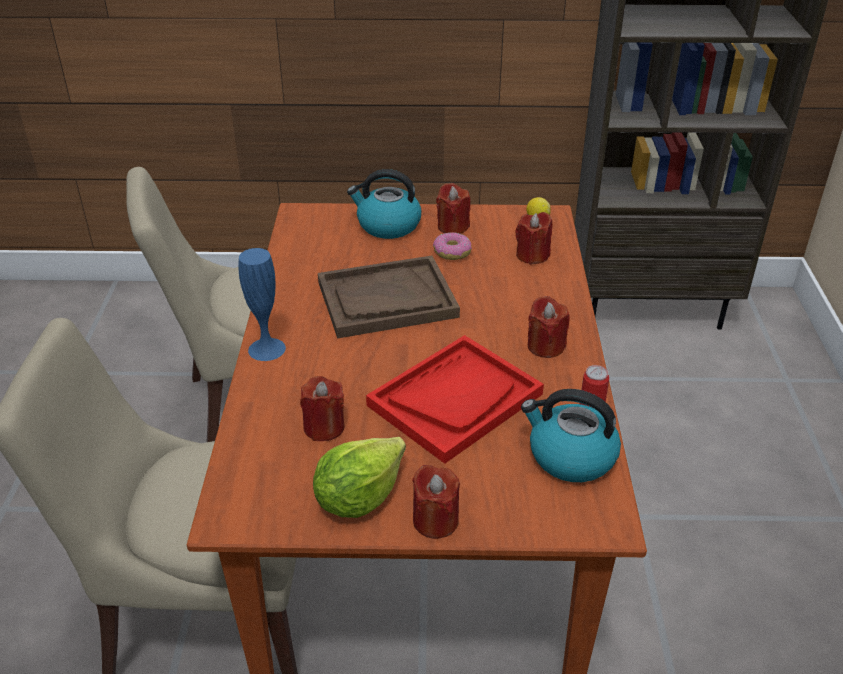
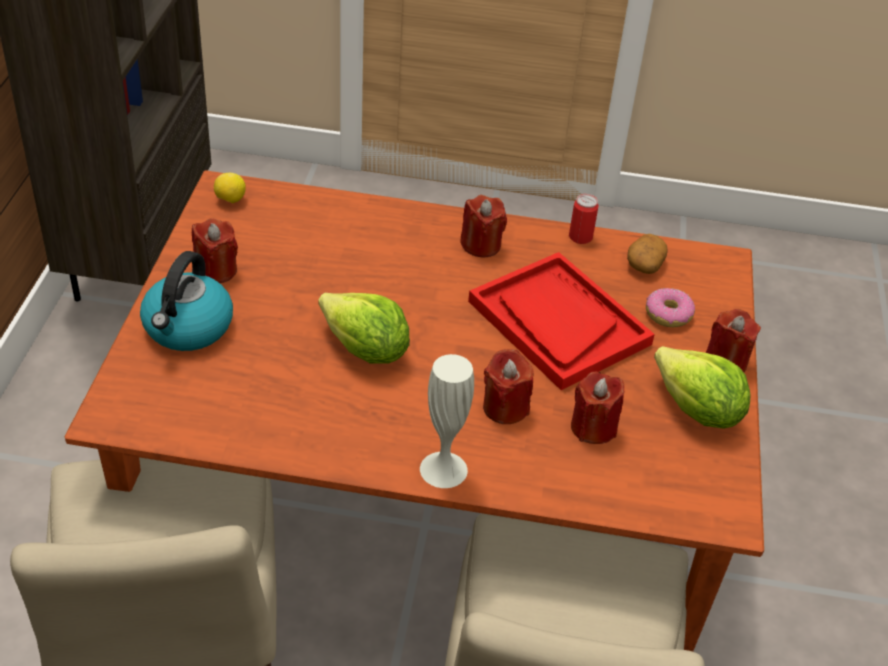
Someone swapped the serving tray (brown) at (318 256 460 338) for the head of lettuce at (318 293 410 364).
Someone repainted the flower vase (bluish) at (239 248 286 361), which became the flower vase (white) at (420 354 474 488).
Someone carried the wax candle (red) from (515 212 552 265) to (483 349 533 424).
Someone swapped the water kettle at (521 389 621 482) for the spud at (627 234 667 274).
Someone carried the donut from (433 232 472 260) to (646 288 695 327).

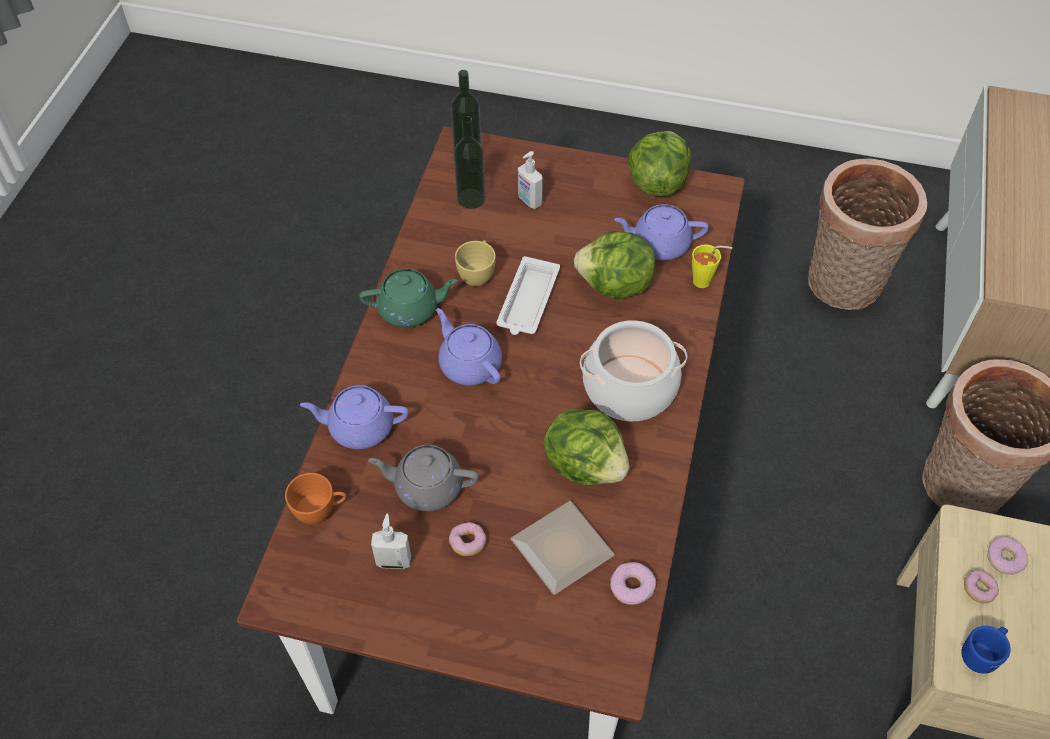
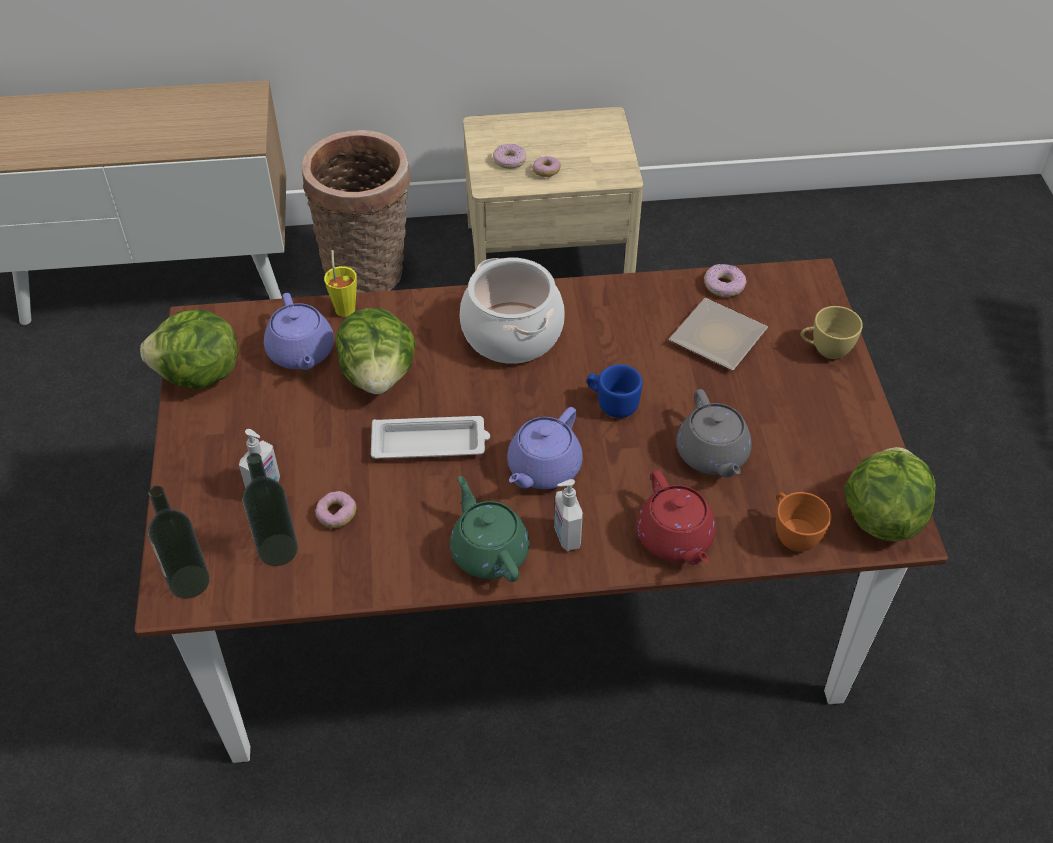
Someone carried the donut from (449 522 486 556) to (315 491 357 528).
Someone carried the soap dispenser from (371 513 411 569) to (554 479 583 551).
Someone carried the tea mug (bluish) from (961 626 1011 674) to (587 364 643 418).
Someone repainted the pot for tea (purple-coloured) at (300 385 409 449), which became the pot for tea (red) at (637 470 716 565).
Someone carried the cup (yellow) from (455 240 496 286) to (801 306 863 359).
Someone carried the head of lettuce from (543 409 630 485) to (844 447 936 542).
Someone took away the storage basket at (808 158 927 310).

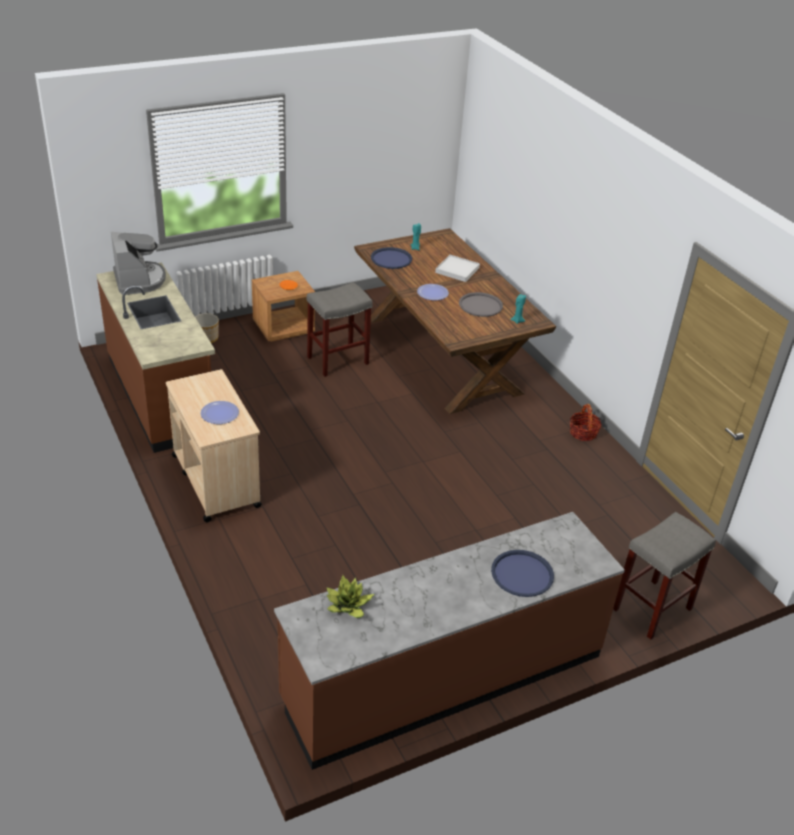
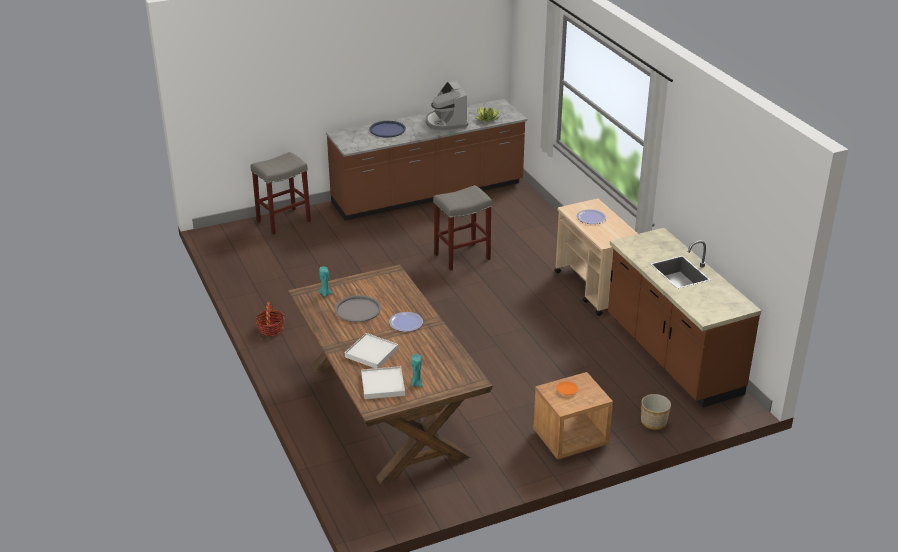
Someone put down the serving tray (white) at (361 366 405 399).
Someone carried the coffee machine from (111 232 166 295) to (426 81 468 132).
Someone carried the sitting stool (grey) from (307 282 373 377) to (433 185 492 271).
Someone took away the serving tray (bluish) at (371 247 412 269).

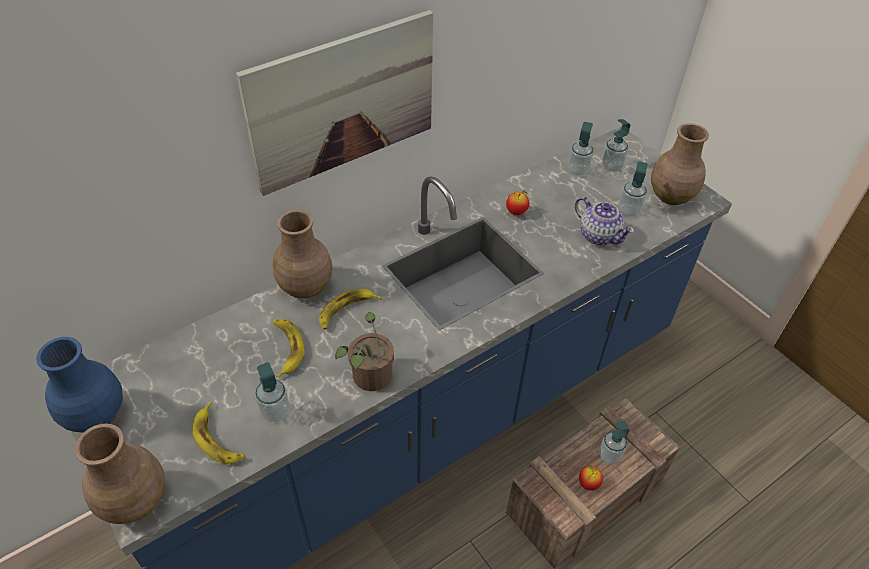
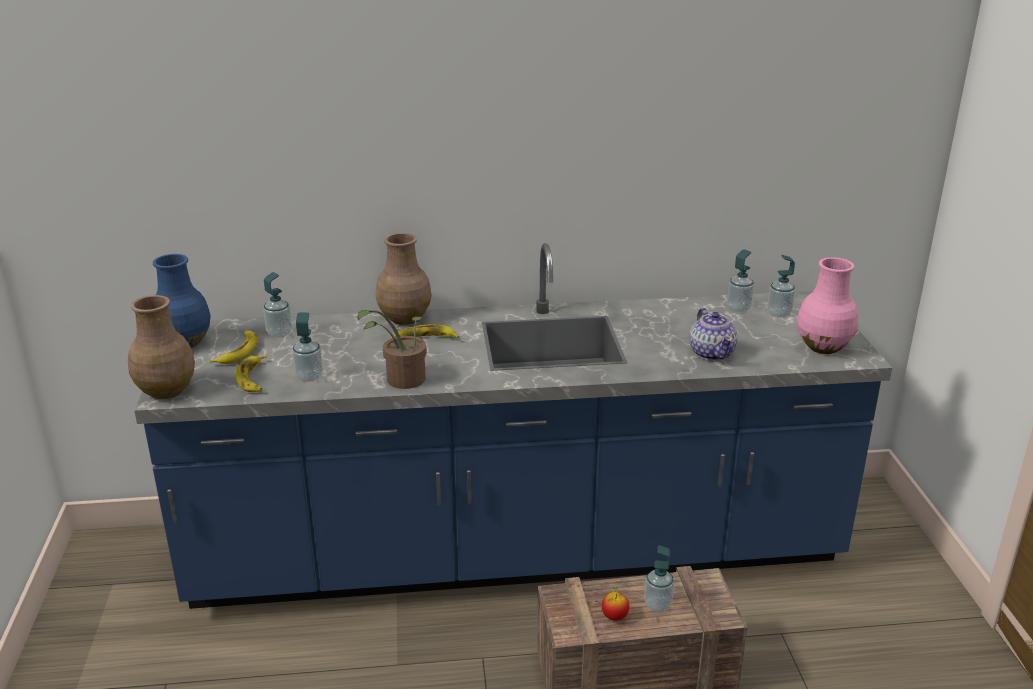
Someone carried the banana from (273 319 304 378) to (210 330 258 364).
Someone carried the soap dispenser from (619 162 648 217) to (264 272 292 338).
Someone repainted the flower vase (brown) at (651 123 709 205), which became the flower vase (pink) at (797 257 858 354).
Someone took away the wall art at (236 10 433 196).
Someone took away the apple at (506 190 529 215).

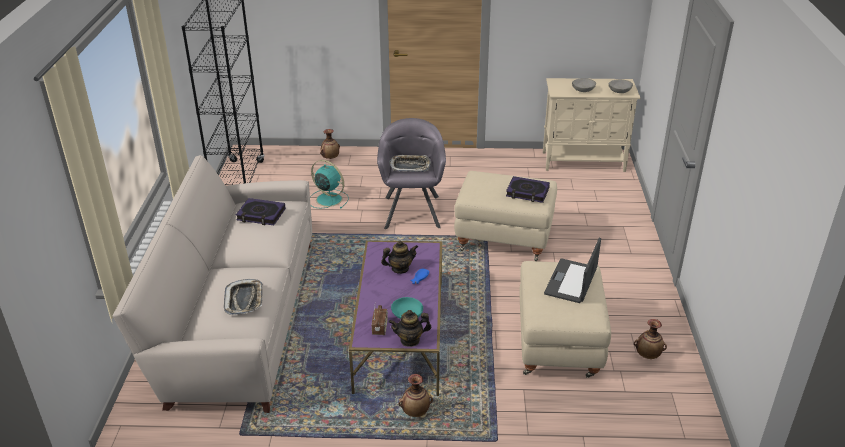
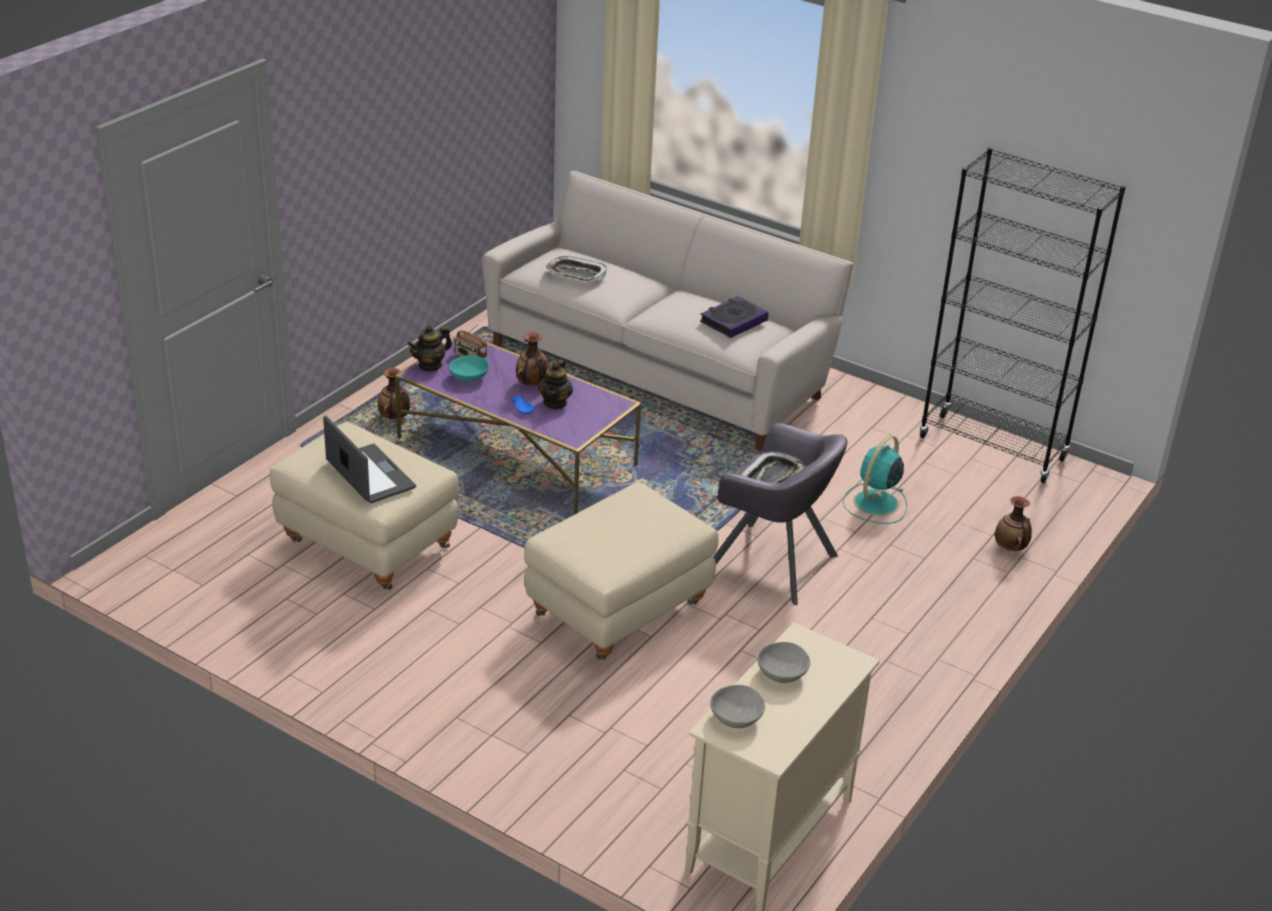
Someone rotated the pot for tea at (389 310 431 347) by 150 degrees counterclockwise.
Someone carried the flower vase from (634 319 667 359) to (516 332 550 386).
Someone rotated the cooling fan (turquoise-coloured) at (310 160 349 209) by 150 degrees clockwise.
Someone took away the book at (506 176 550 203).

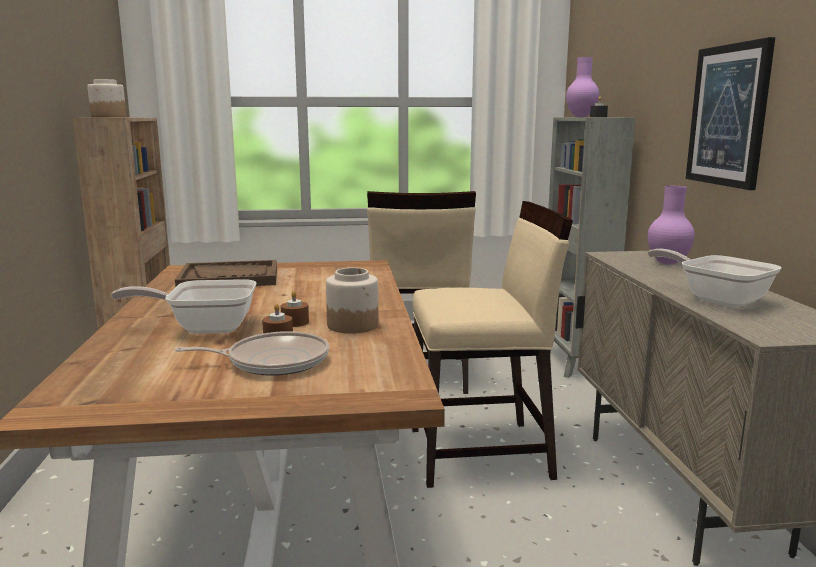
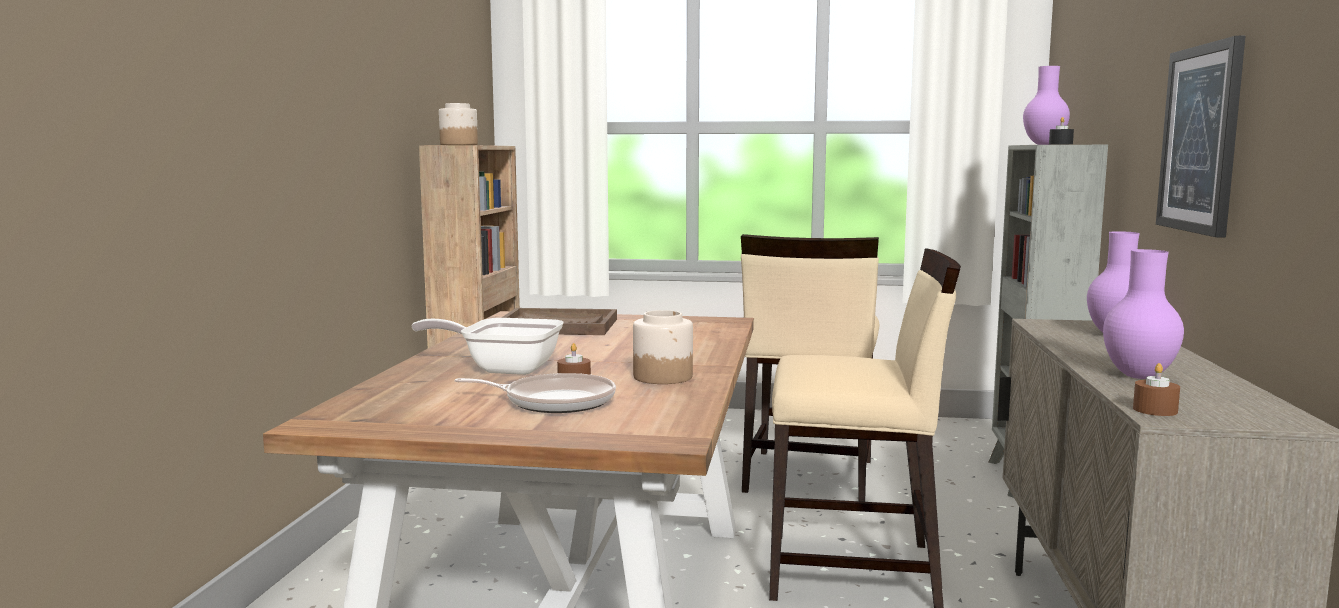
Someone swapped the pan at (648 249 781 308) for the flower vase (purple-coloured) at (1103 249 1184 379).
Someone carried the wax candle (brown) from (281 291 309 327) to (1133 363 1180 416).

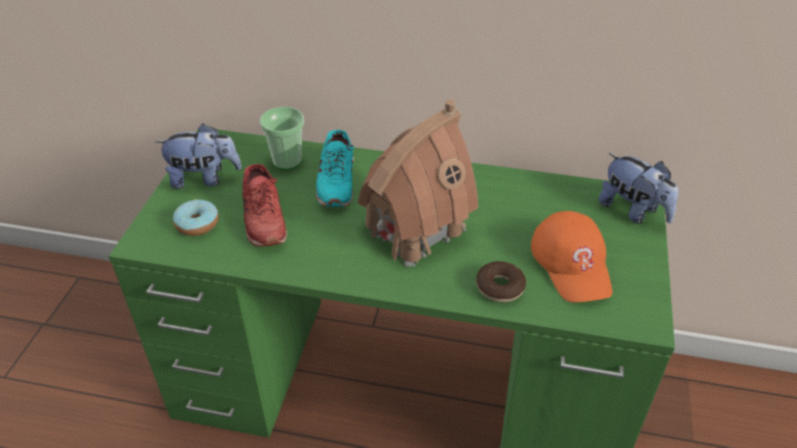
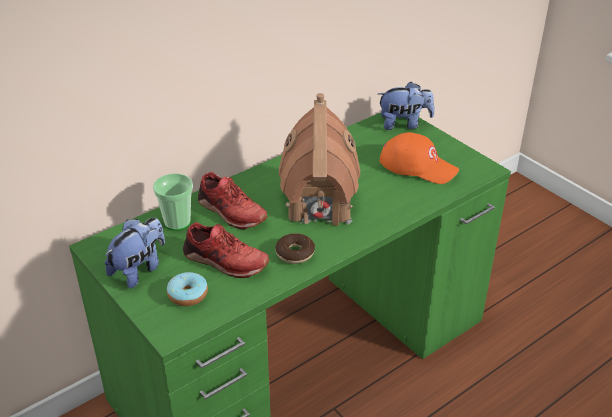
Someone repainted the low shoe (turquoise-coloured) at (316 130 354 207), which became the low shoe (red) at (198 172 268 230).
Someone carried the donut from (476 261 526 302) to (275 233 315 264).

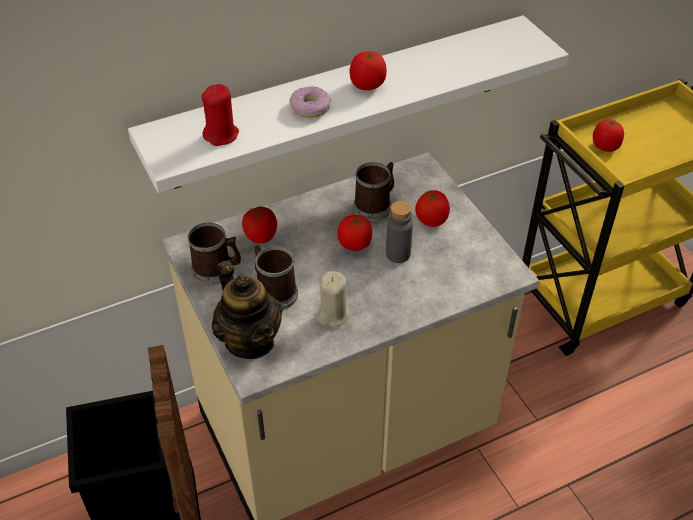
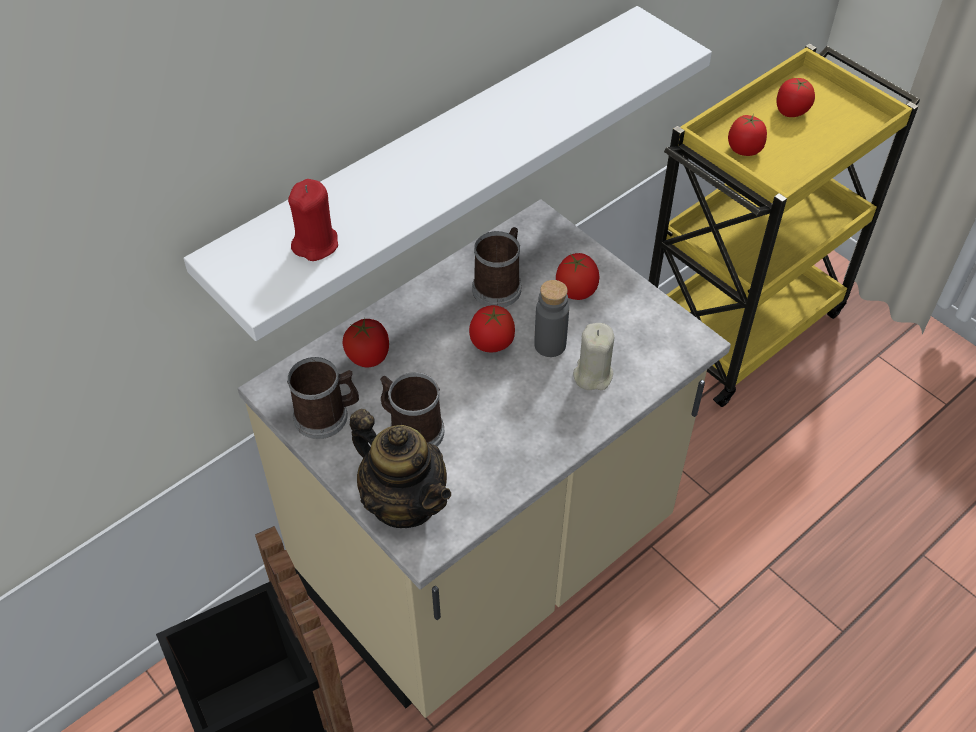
Someone carried the wax candle (beige) from (317 271 350 327) to (573 323 614 390).
Someone carried the tomato from (350 51 387 90) to (776 78 815 117).
Someone took away the donut at (289 86 331 118).

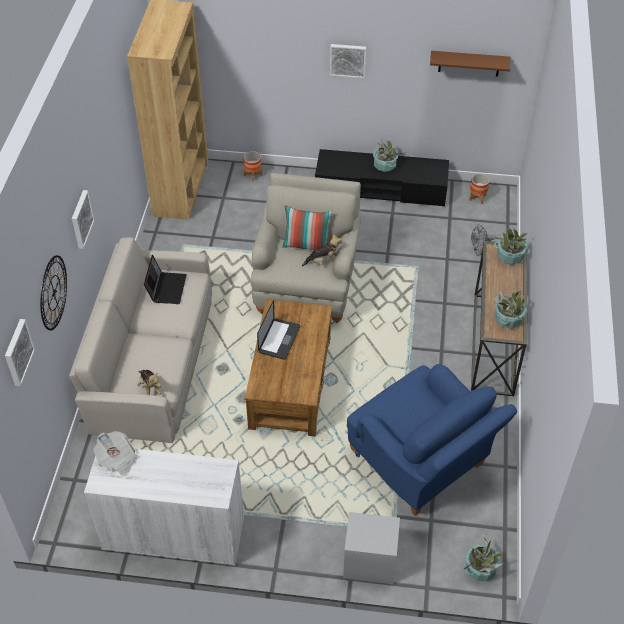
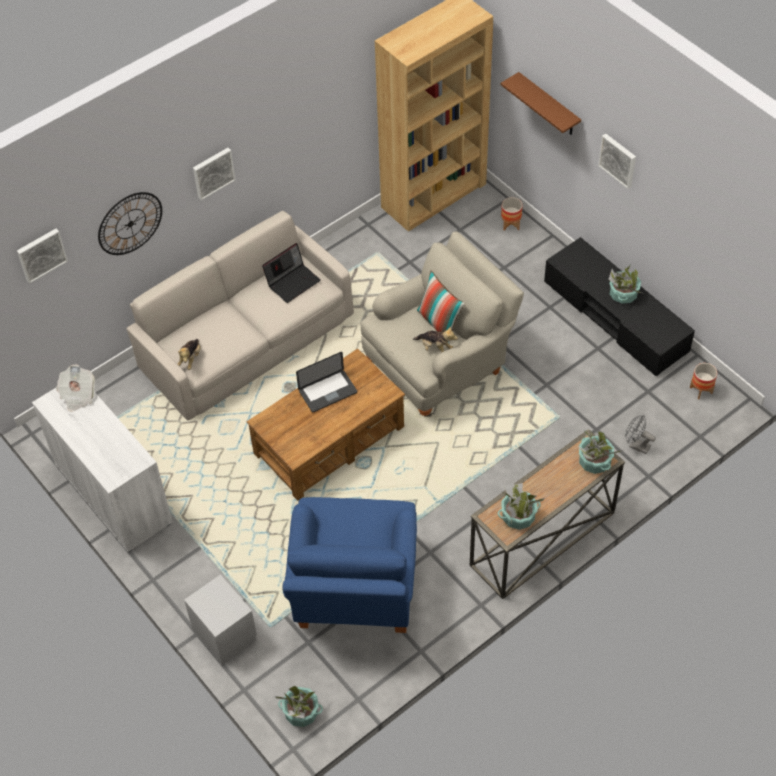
Someone carried the bracket shelf (brown) from (430 51 510 77) to (501 72 581 135).

